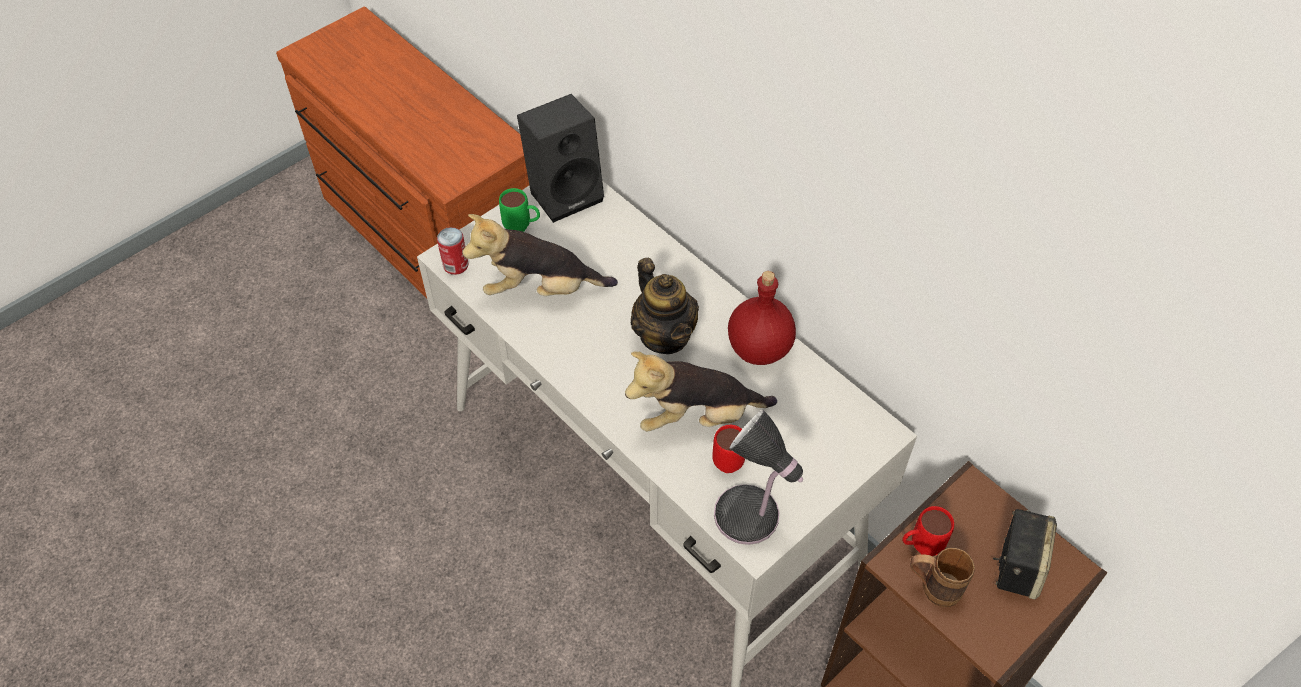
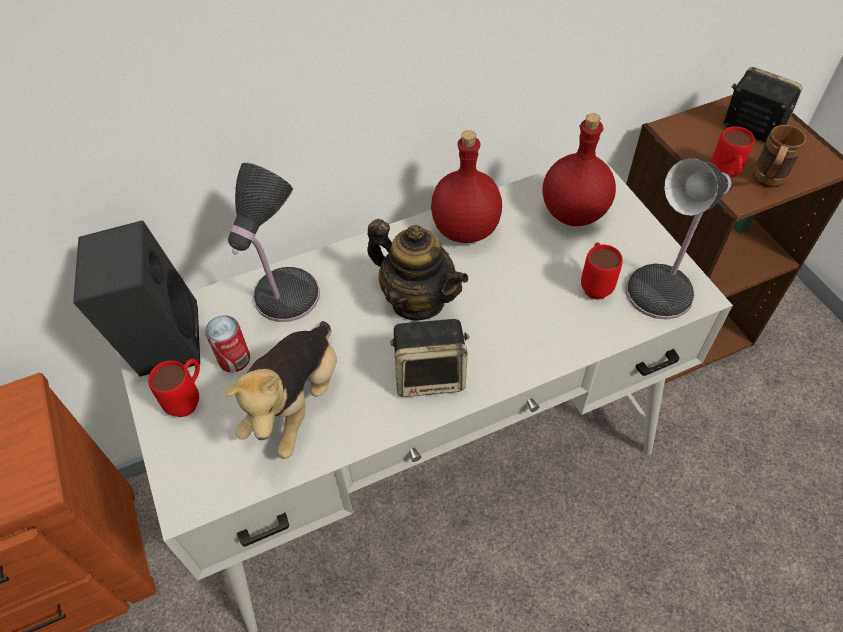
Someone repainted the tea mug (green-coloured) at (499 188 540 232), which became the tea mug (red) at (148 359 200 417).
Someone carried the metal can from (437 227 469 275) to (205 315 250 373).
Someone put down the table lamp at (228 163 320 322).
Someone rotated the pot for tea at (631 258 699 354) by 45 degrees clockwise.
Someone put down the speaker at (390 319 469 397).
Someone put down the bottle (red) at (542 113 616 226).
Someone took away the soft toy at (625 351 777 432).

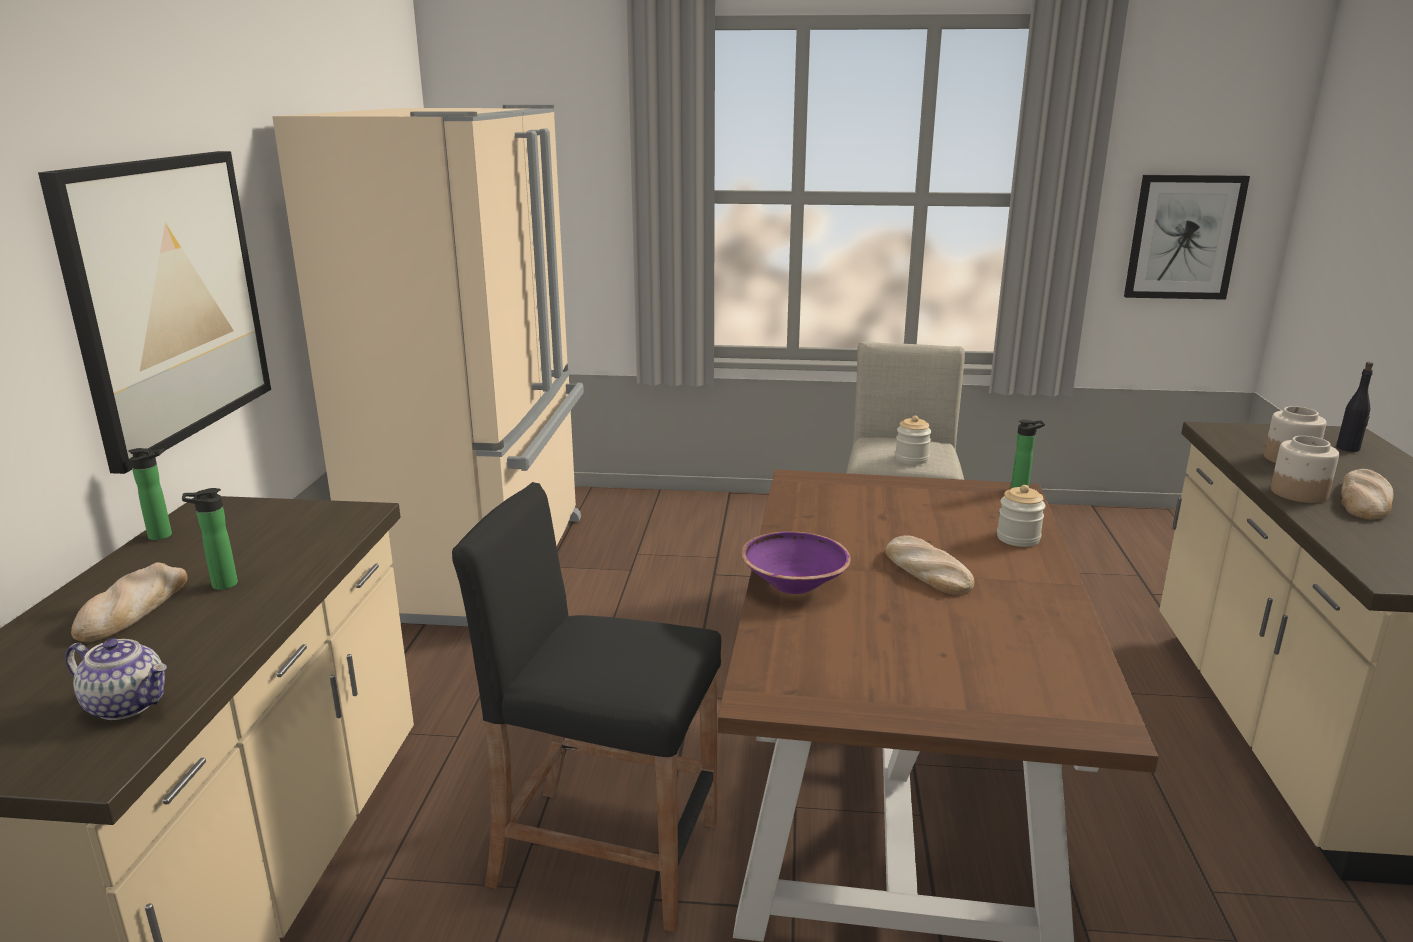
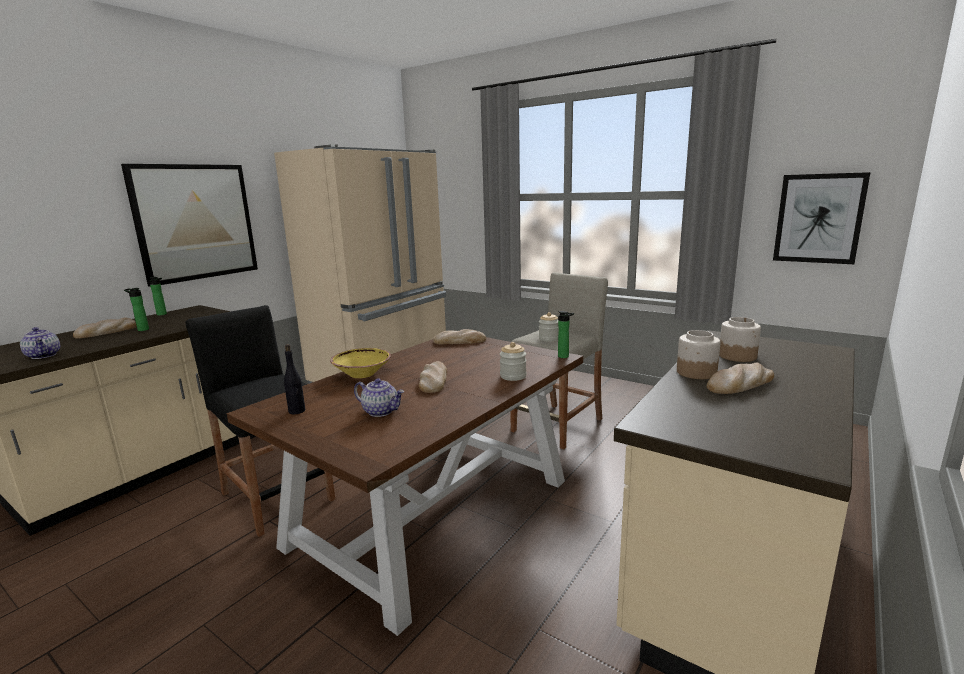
Someone carried the bottle (black-coloured) from (1336 362 1373 452) to (284 344 305 415).
Someone repainted the serving bowl (purple-coloured) at (741 531 851 594), which became the serving bowl (yellow) at (330 348 391 378).
Someone put down the pot for tea at (354 378 404 417).
Someone put down the bakery bread at (433 329 486 345).

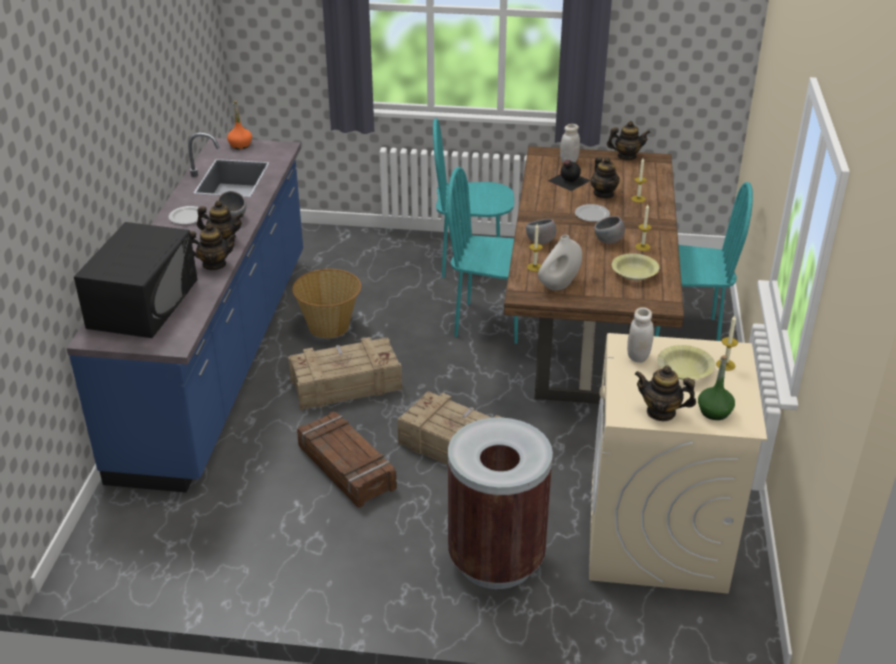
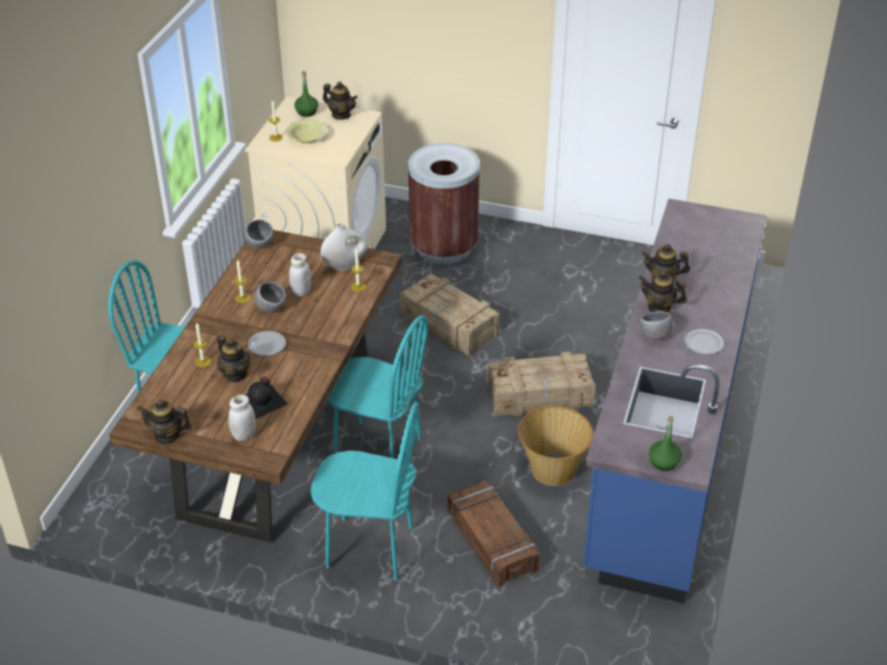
Someone rotated the pot for tea at (591 157 620 198) by 150 degrees clockwise.
Someone carried the serving bowl (grey) from (526 219 556 244) to (244 219 273 249).
Someone carried the jar (white) from (627 307 654 363) to (289 253 311 297).
Someone carried the packing crate from (297 411 397 508) to (448 480 540 586).
Someone repainted the bottle (orange-coloured) at (227 101 252 149), which became the bottle (green-coloured) at (649 416 682 471).
Someone took away the microwave oven (black-coloured) at (74 222 198 338).
Someone took away the serving bowl (yellow) at (612 253 659 280).

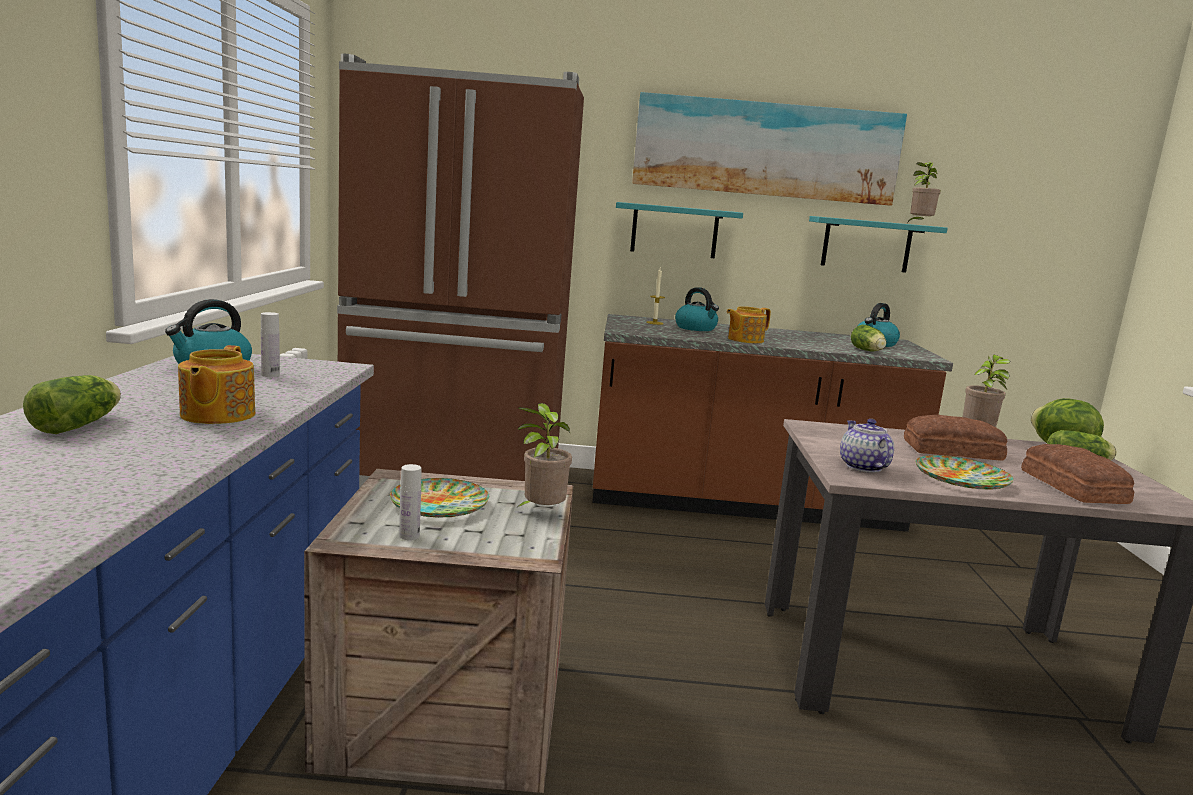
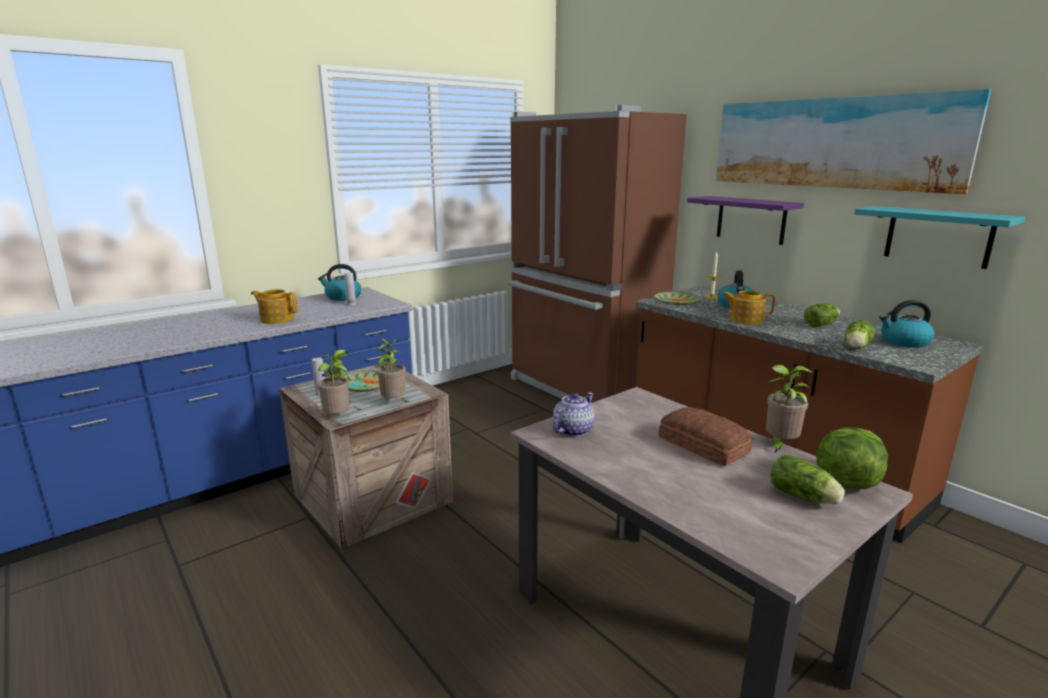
Someone rotated the pot for tea at (178 345 255 424) by 60 degrees clockwise.
Someone carried the potted plant from (907 162 941 223) to (315 349 349 414).
Someone carried the plate from (916 455 1014 490) to (654 292 702 305).
Someone repainted the bracket shelf (turquoise-coloured) at (616 202 743 258), which became the bracket shelf (purple-coloured) at (687 196 804 245).
Someone carried the head of lettuce from (23 375 121 434) to (804 304 840 327).
Someone took away the bakery bread at (1021 444 1134 504).

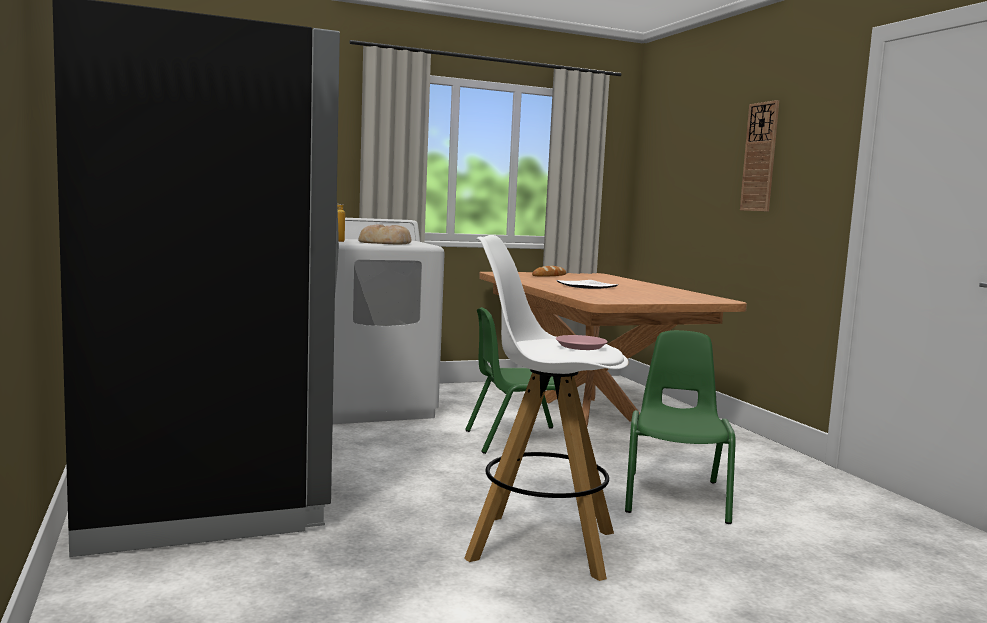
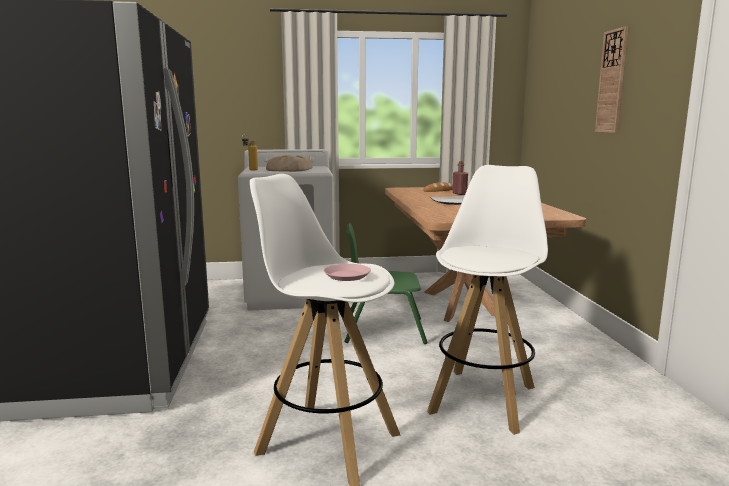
Someone swapped the chair (green-coloured) at (625 330 736 524) for the sitting stool (white) at (427 165 548 435).
Someone put down the bottle (red) at (452 161 468 195).

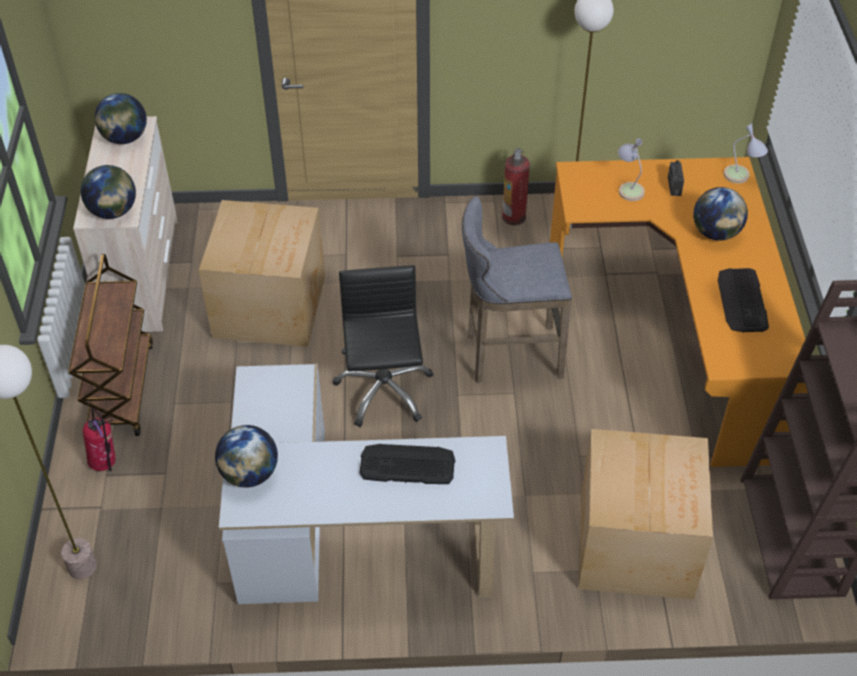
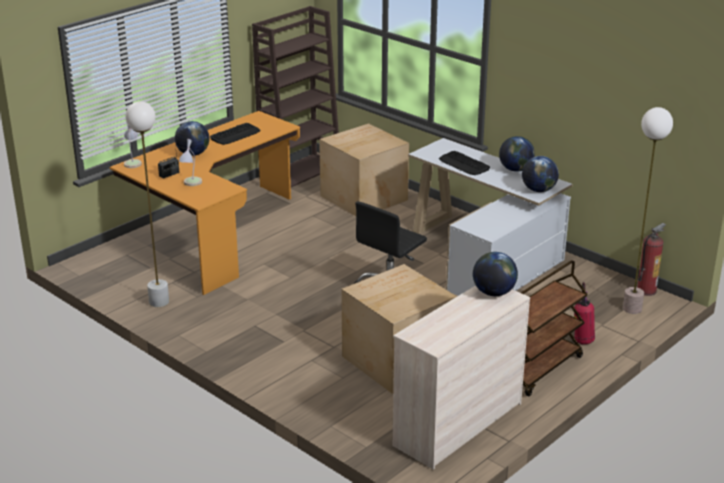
Someone carried the desk globe from (95 93 147 144) to (499 136 535 172).
Someone carried the extinguisher from (502 148 530 225) to (637 223 666 296).
Someone took away the sitting stool (grey) at (462 196 572 384).

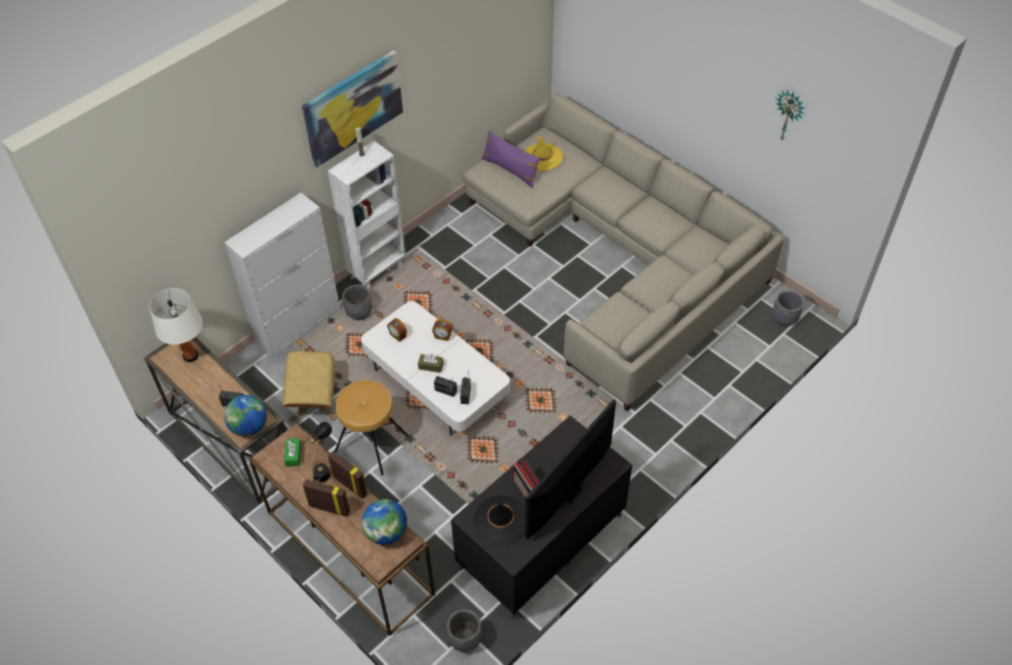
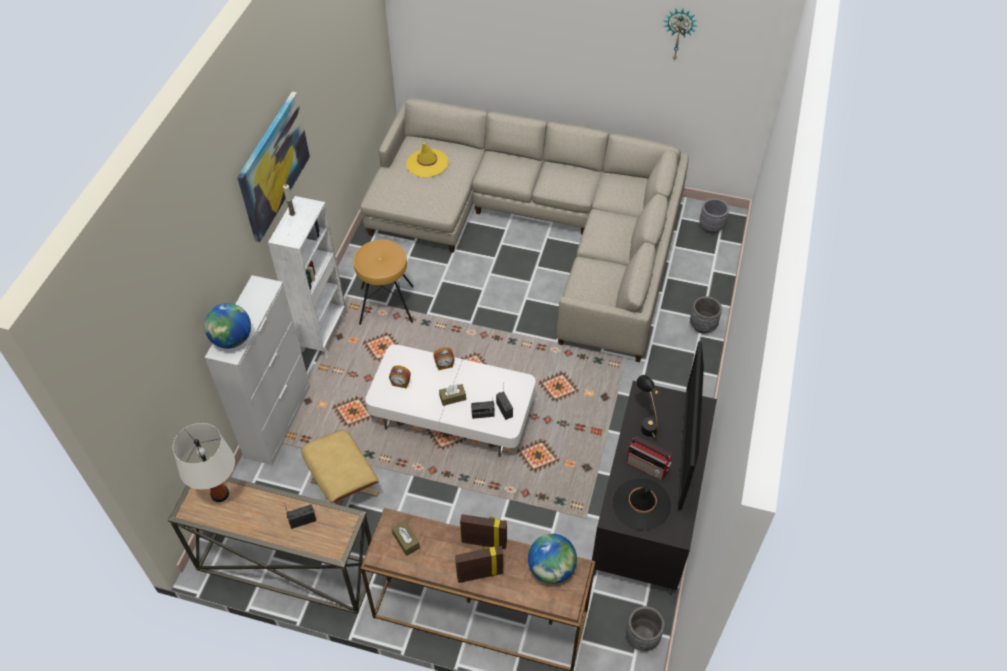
Someone carried the desk globe from (224 395 267 437) to (204 303 251 348).
Someone carried the sitting stool (brown) from (334 380 408 475) to (354 240 414 325).
Someone repainted the box of tissues (green-coloured) at (284 438 301 467), which became the box of tissues (brown) at (392 521 420 556).
Someone carried the table lamp (black-coloured) from (310 422 332 482) to (636 375 659 439).
Someone carried the flower pot (grey) from (342 285 372 320) to (690 296 722 334).
Someone took away the pillow (purple-coloured) at (481 130 541 188).

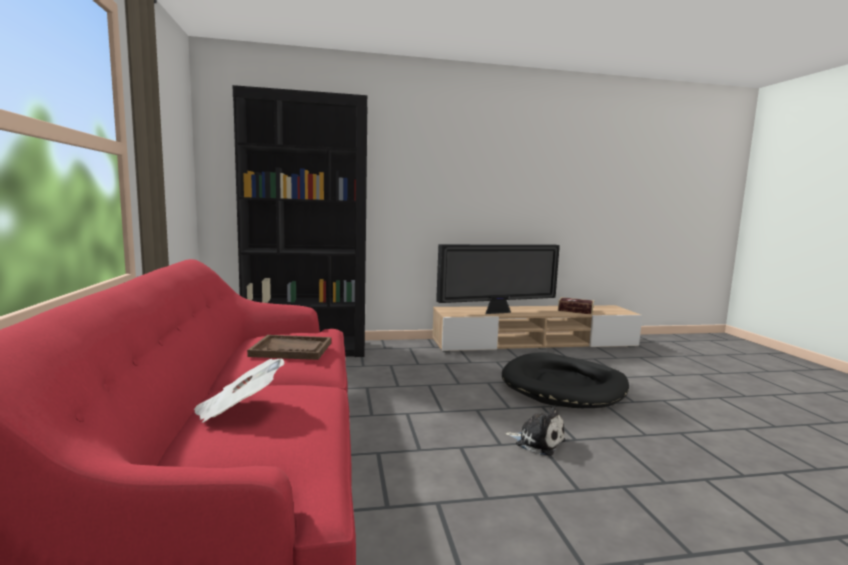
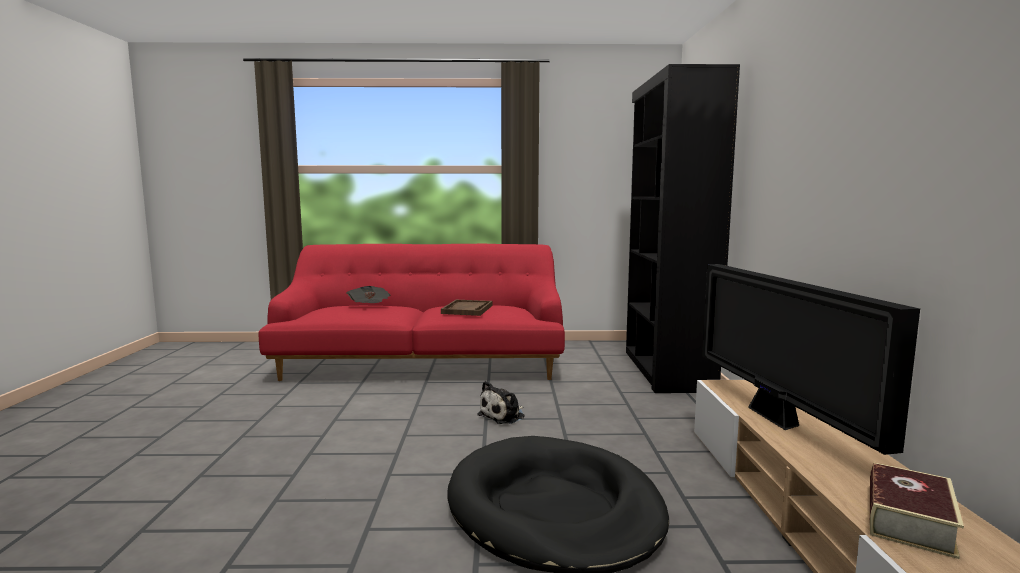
Someone carried the soft toy from (504 407 565 456) to (477 381 525 424).

